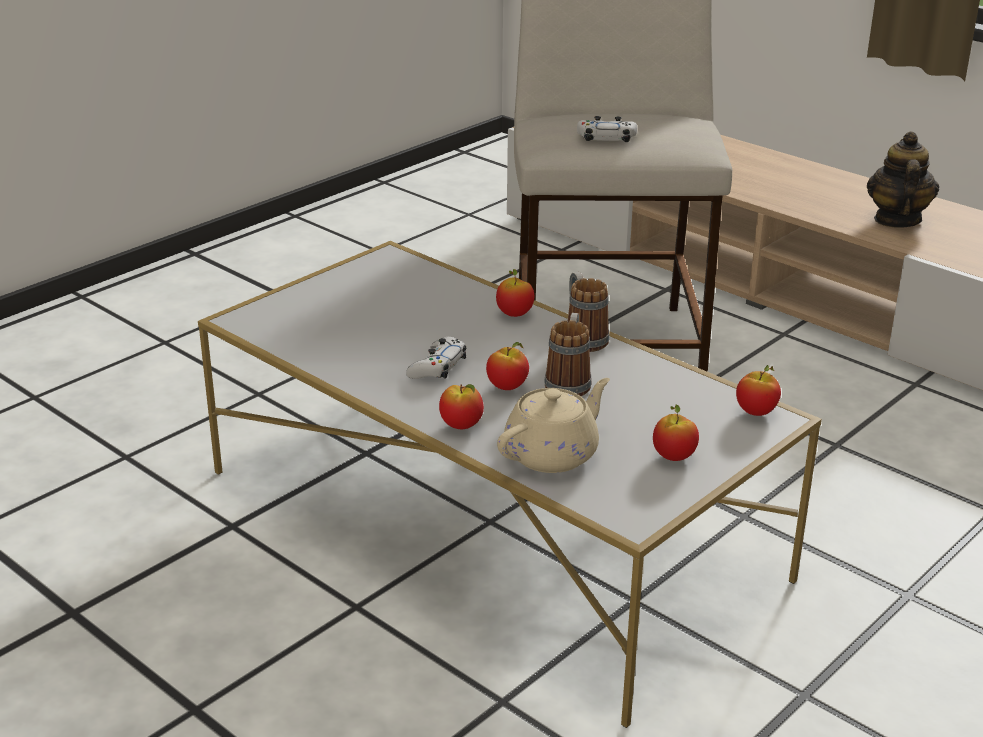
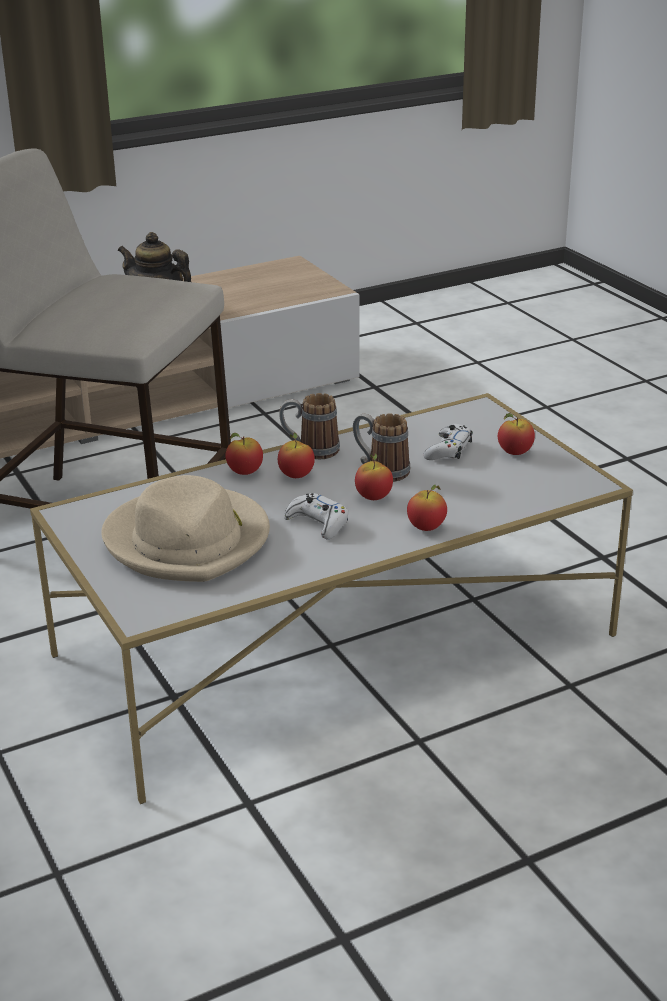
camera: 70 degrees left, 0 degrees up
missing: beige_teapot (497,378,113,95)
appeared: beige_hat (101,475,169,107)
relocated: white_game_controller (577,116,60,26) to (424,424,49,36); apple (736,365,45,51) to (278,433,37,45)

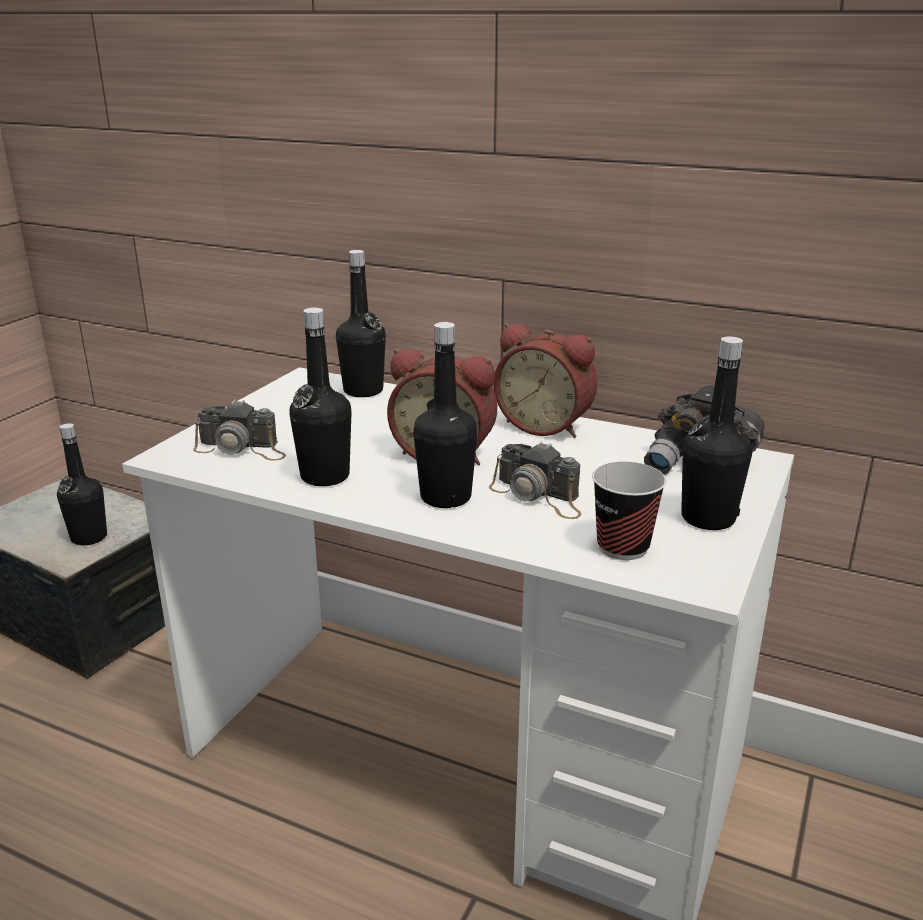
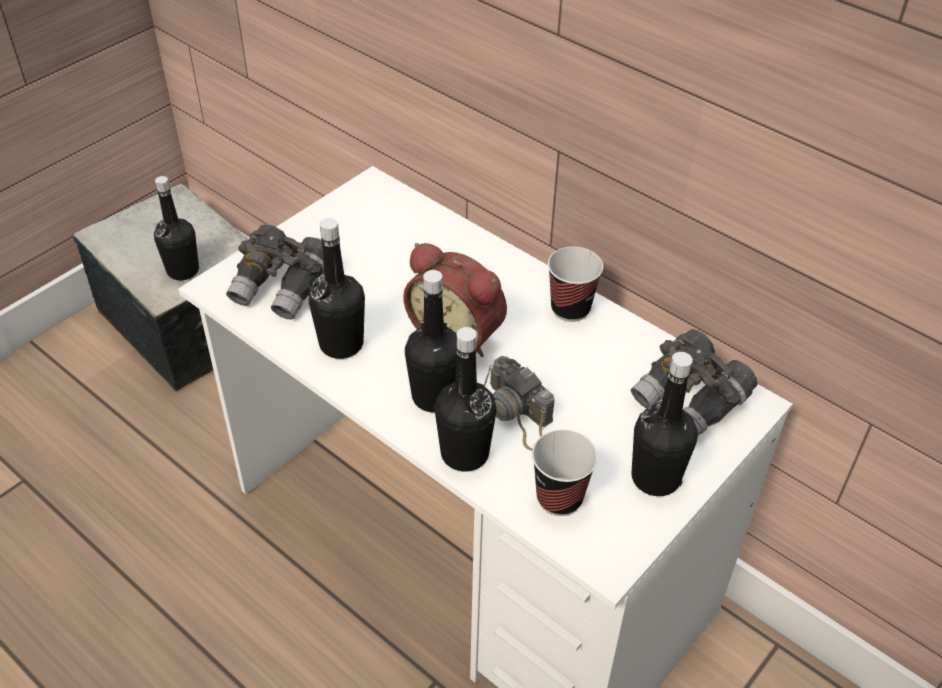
camera: 15 degrees right, 20 degrees up
relocated: black_bottle (336,250,50,147) to (435,327,61,144)
exchanged: alarm_clock (494,323,103,115) to cup (548,247,55,75); photo_camera (193,400,93,61) to grey_binoculars (226,224,98,96)

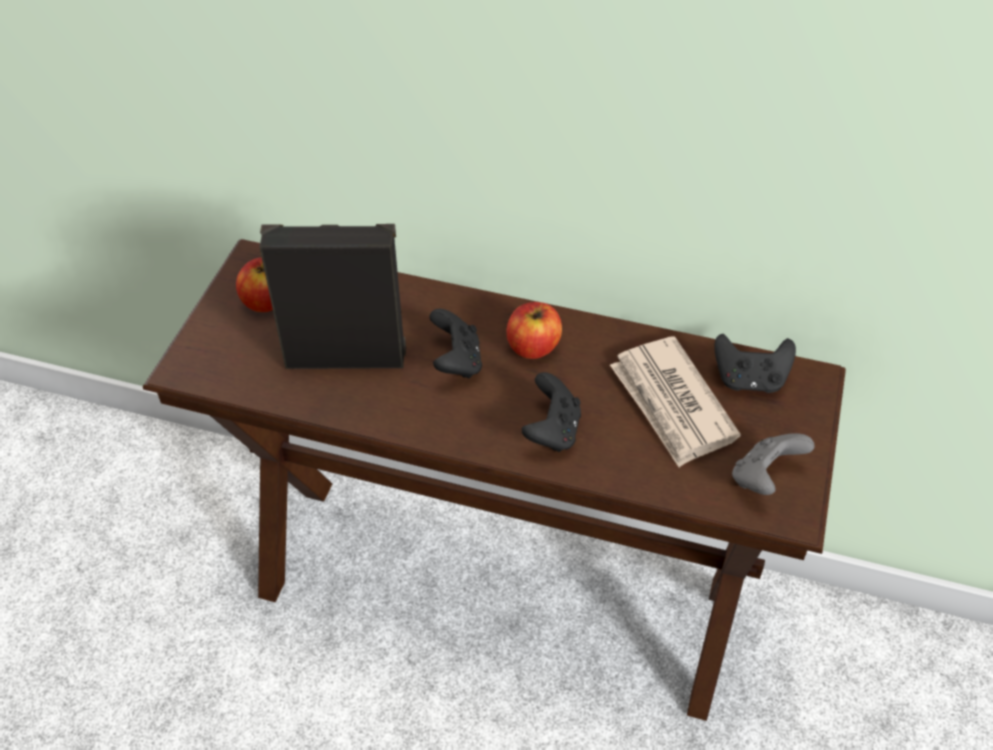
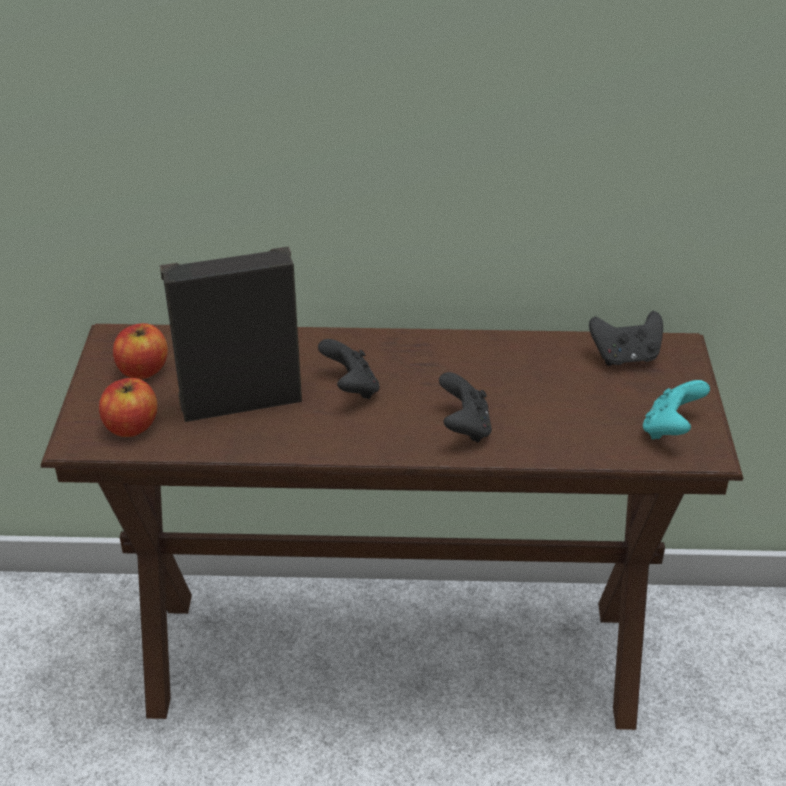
camera: 15 degrees left, 10 degrees down
missing: newspaper (610,336,131,131)
relocated: apple (507,302,55,57) to (99,378,58,59)
colour: grey_game_controller (732,433,83,62) to turquoise_game_controller (643,380,67,60)

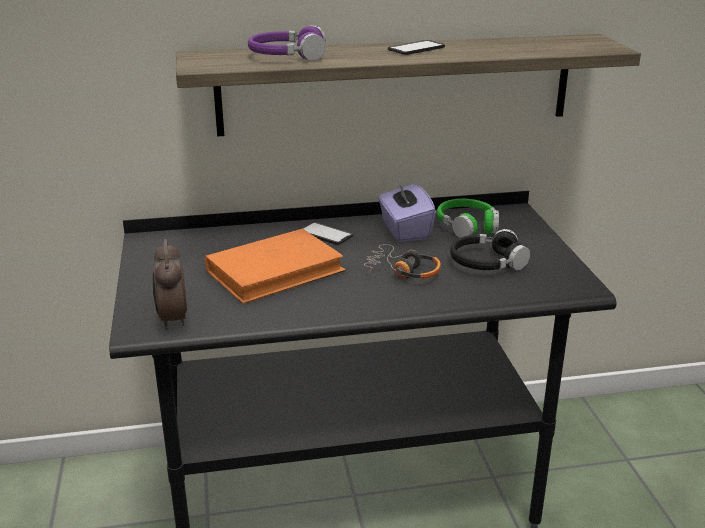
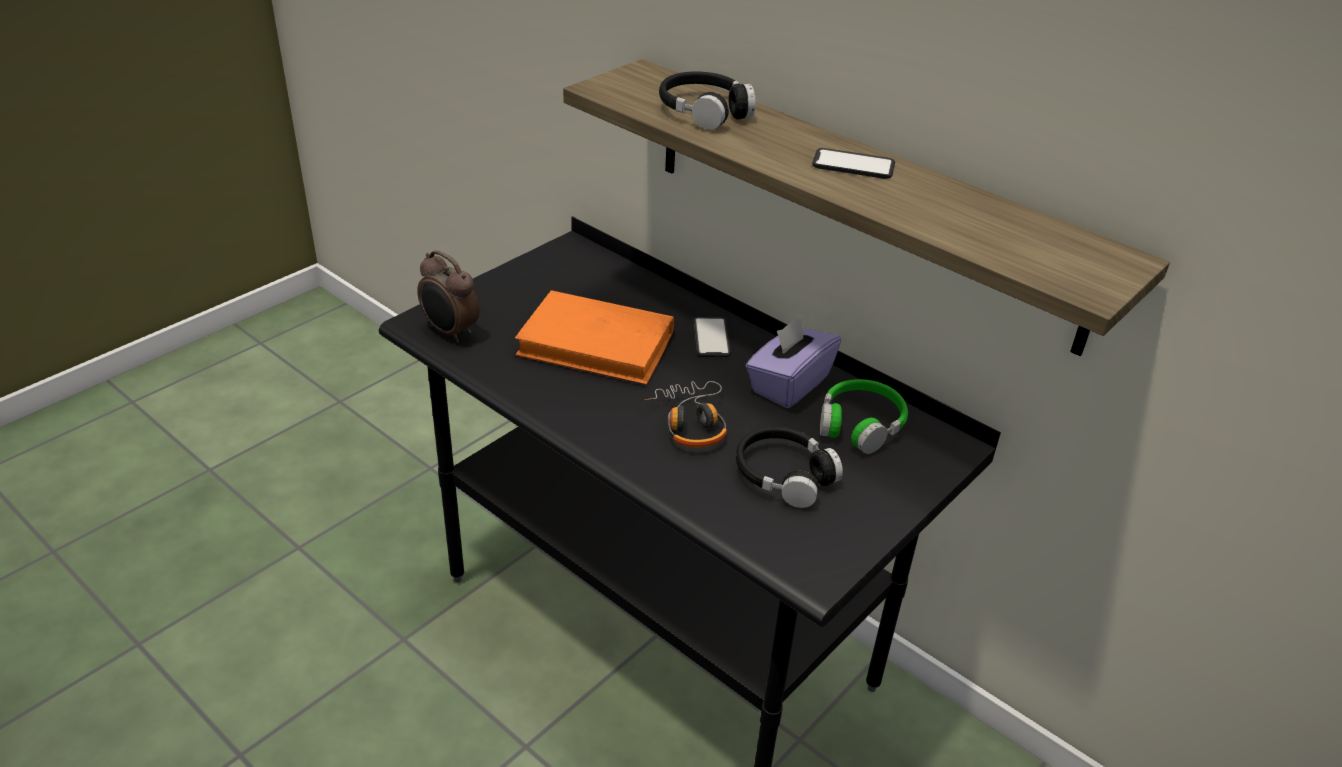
camera: 50 degrees right, 10 degrees up
colour: purple_headphones (248,25,78,36) to black_headphones (659,71,97,59)
spun: alarm_clock (153,239,34,91) = (417,250,63,93) 90 degrees counterclockwise

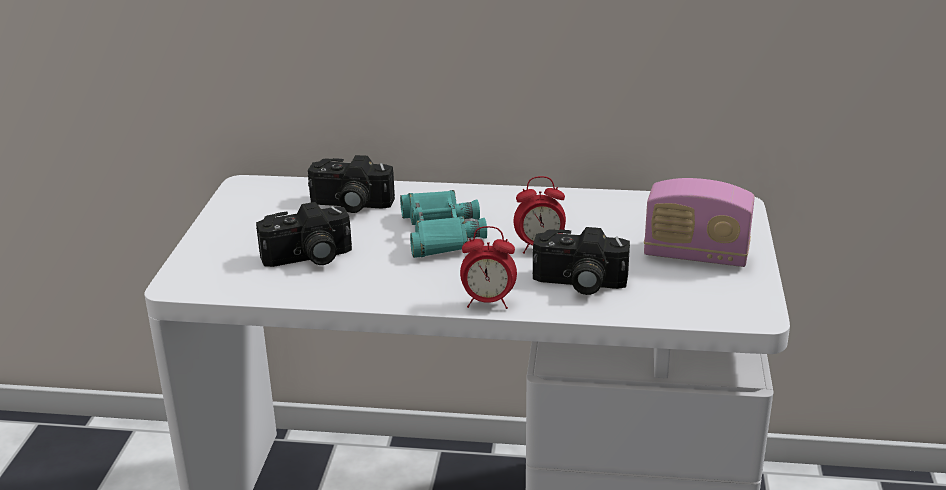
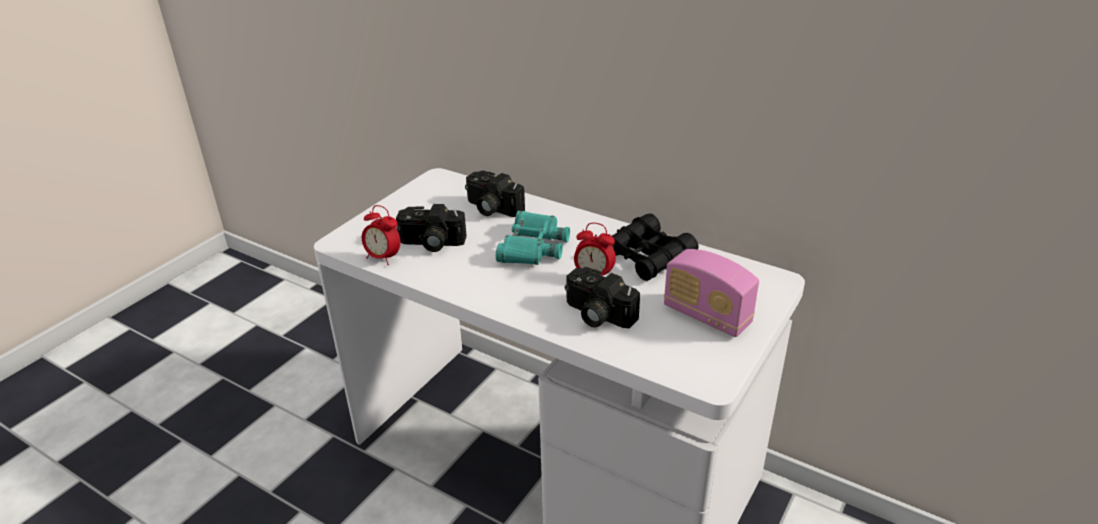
camera: 25 degrees right, 5 degrees up
appeared: black_binoculars (612,213,86,68)
relocated: alarm_clock (460,226,57,83) to (362,205,38,60)

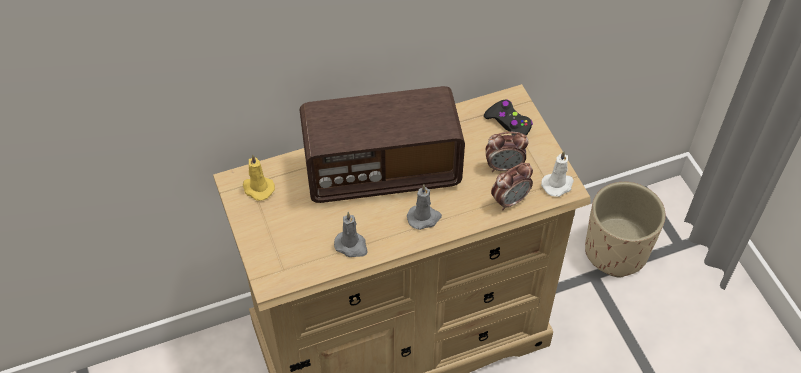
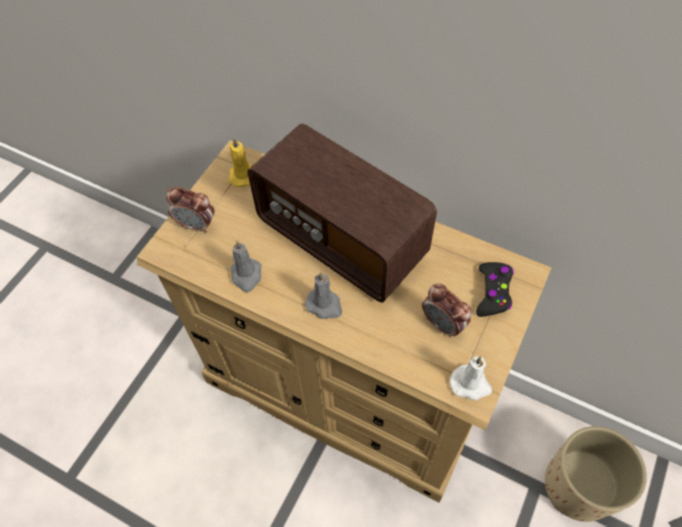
camera: 50 degrees right, 5 degrees up
relocated: alarm_clock (491,163,42,47) to (166,187,49,46)

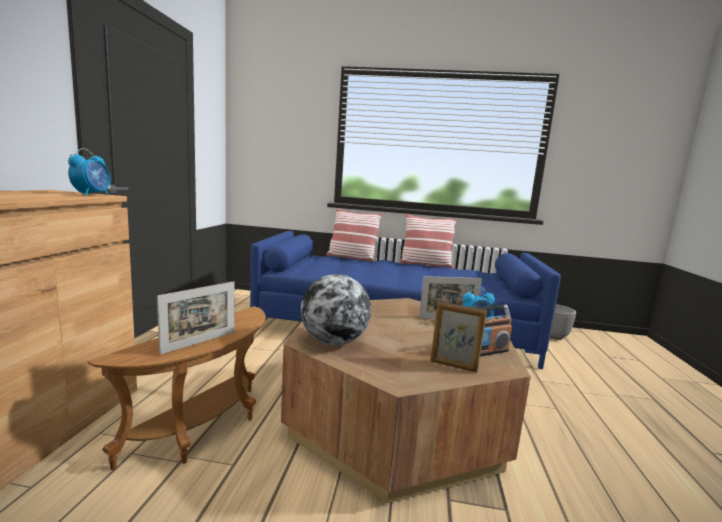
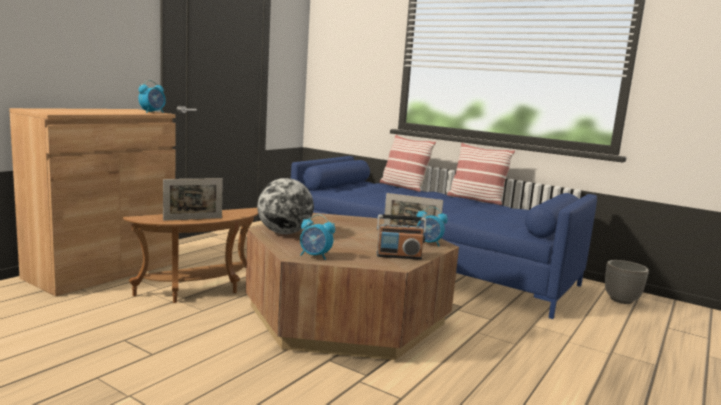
camera: 25 degrees right, 0 degrees up
missing: picture_frame (430,301,57,71)
appeared: alarm_clock (300,214,35,46)

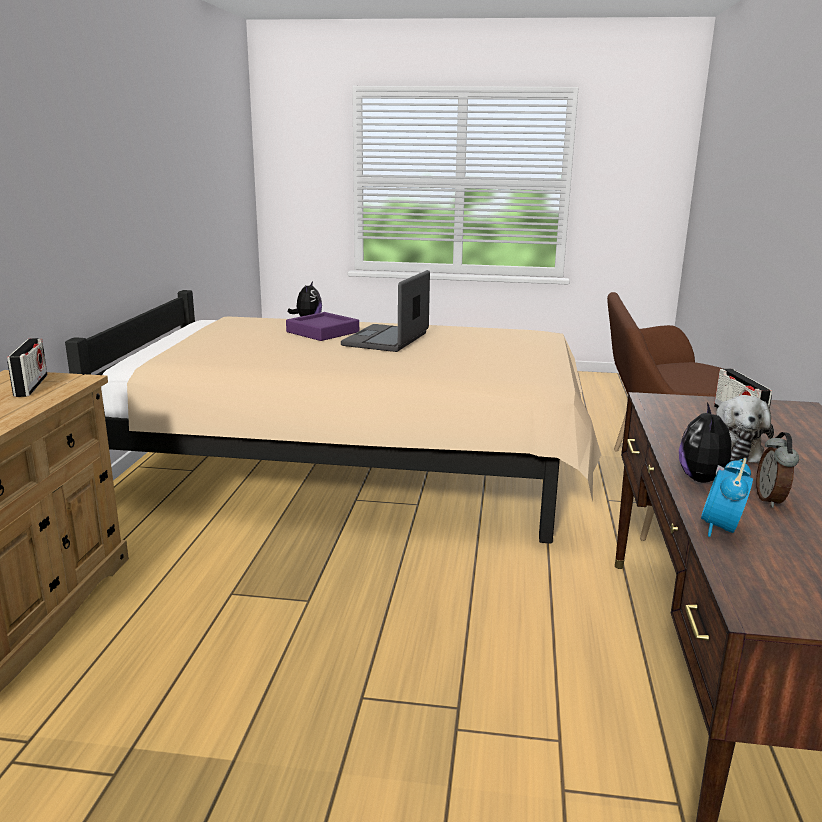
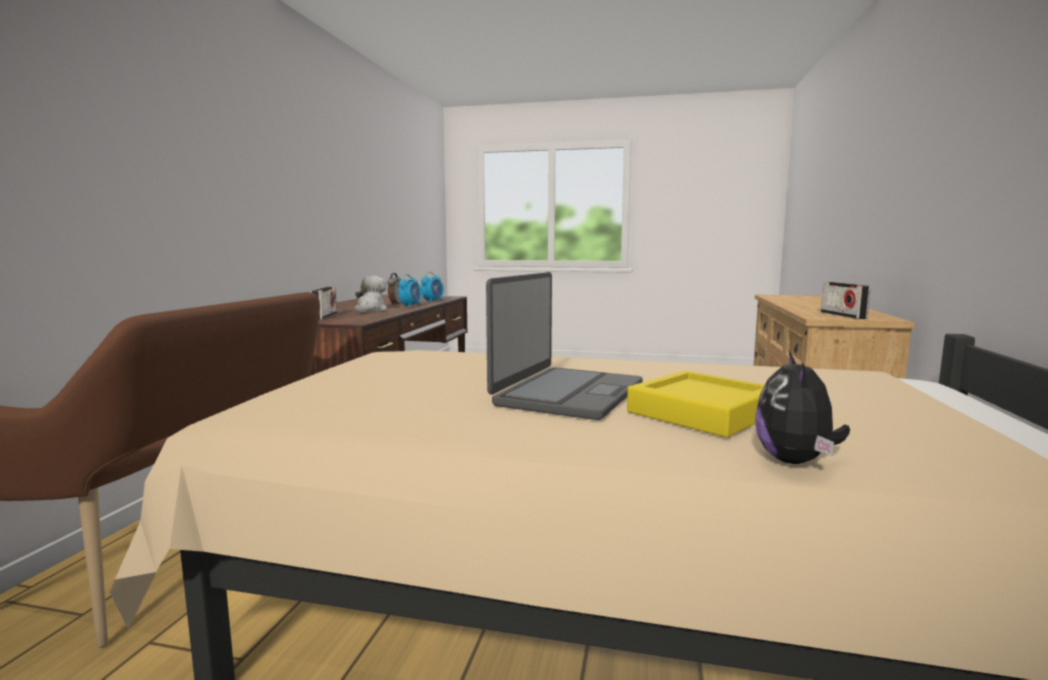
camera: 175 degrees left, 10 degrees down
exchanged: plush_toy (679,402,66,81) to alarm_clock (398,274,24,33)
colour: purple_tray (286,312,73,29) to yellow_tray (627,371,137,66)

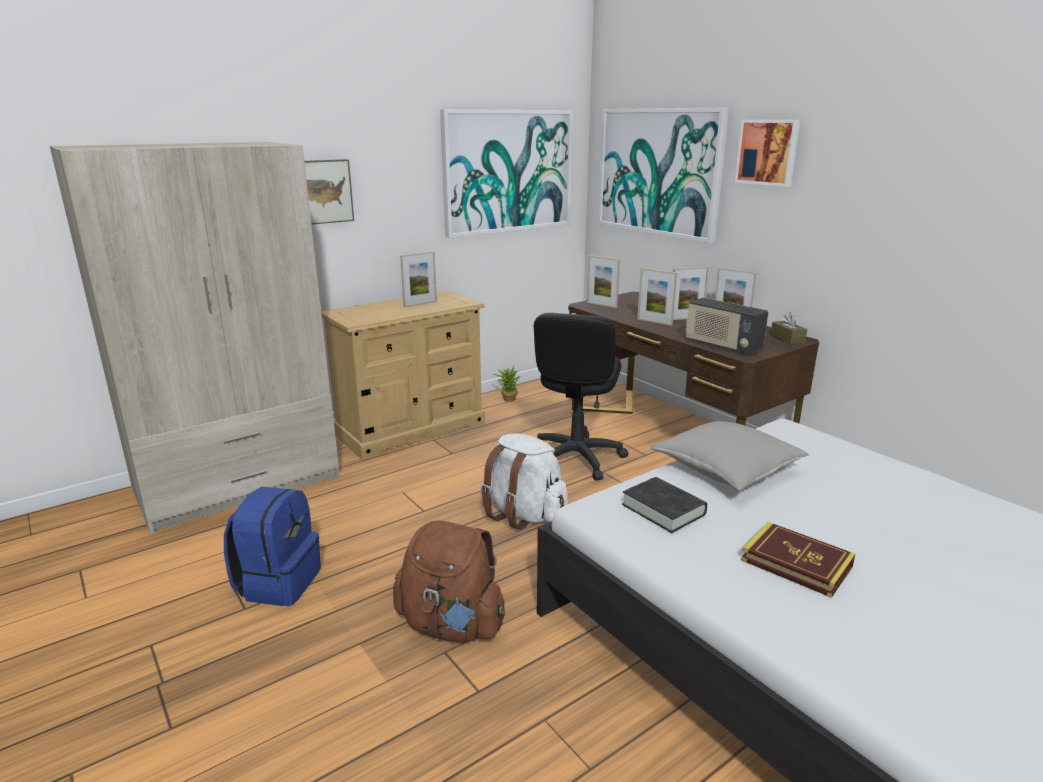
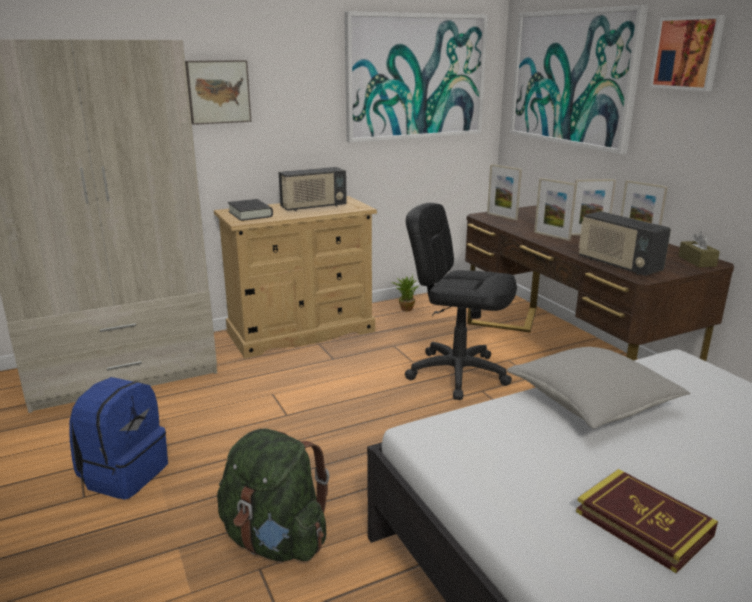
camera: 10 degrees right, 0 degrees up
missing: white_backpack (481,433,87,97)
relocated: black_book (622,477,85,56) to (228,199,45,22)
exchanged: picture_frame (400,251,37,56) to radio (279,167,68,44)
colour: brown_backpack (393,520,112,122) to green_backpack (217,428,112,133)
spun: black_office_chair (534,313,94,167) = (405,203,112,197) 90 degrees clockwise

